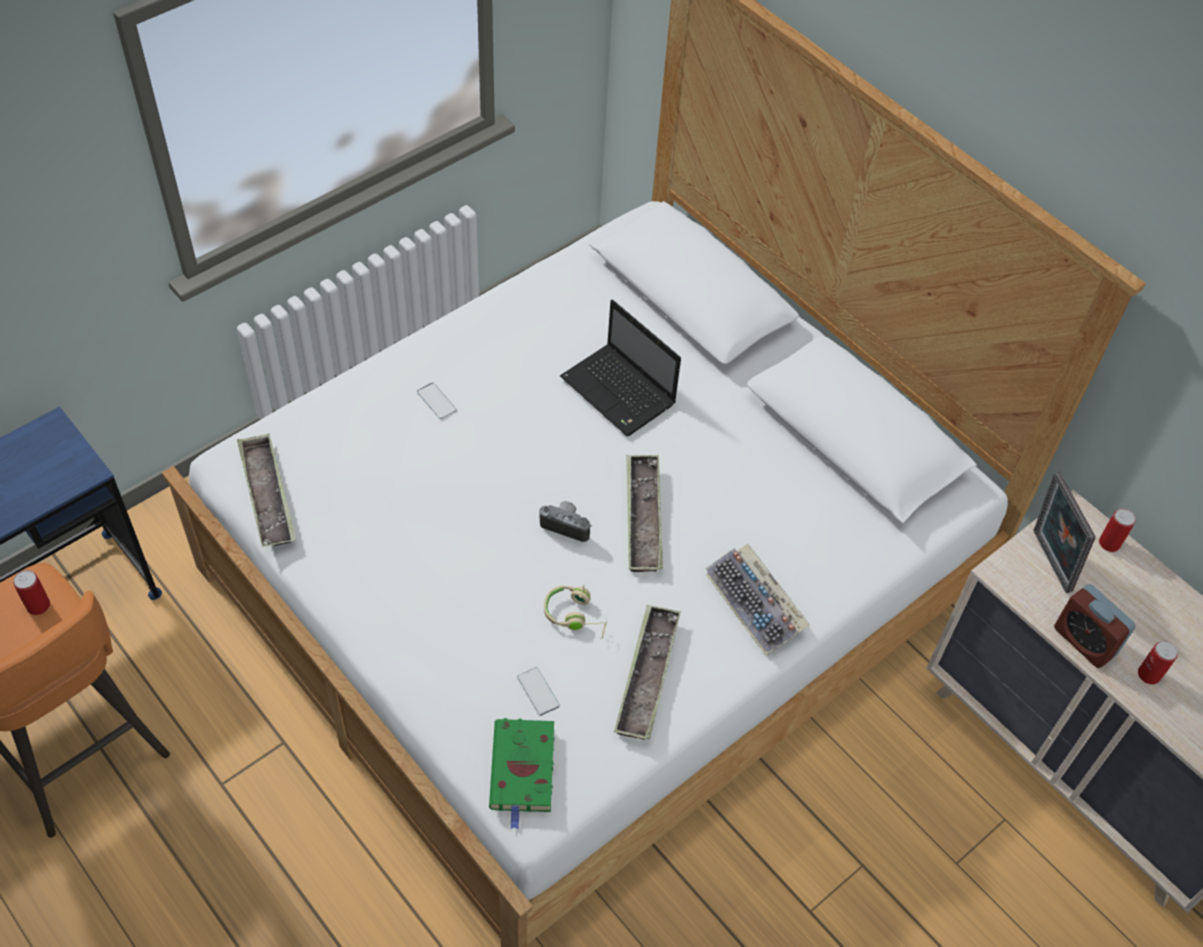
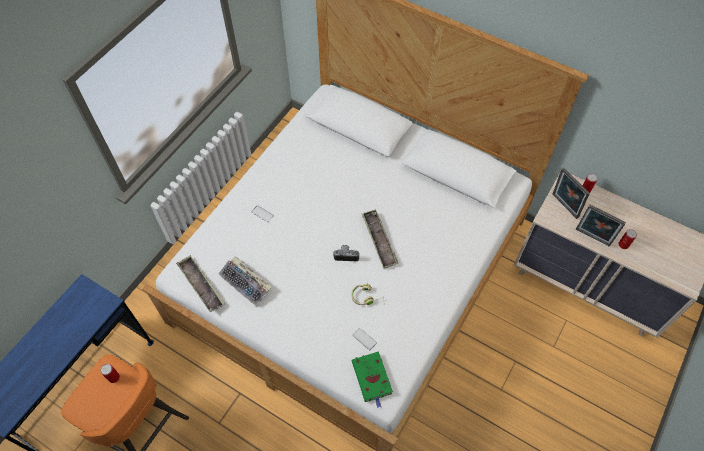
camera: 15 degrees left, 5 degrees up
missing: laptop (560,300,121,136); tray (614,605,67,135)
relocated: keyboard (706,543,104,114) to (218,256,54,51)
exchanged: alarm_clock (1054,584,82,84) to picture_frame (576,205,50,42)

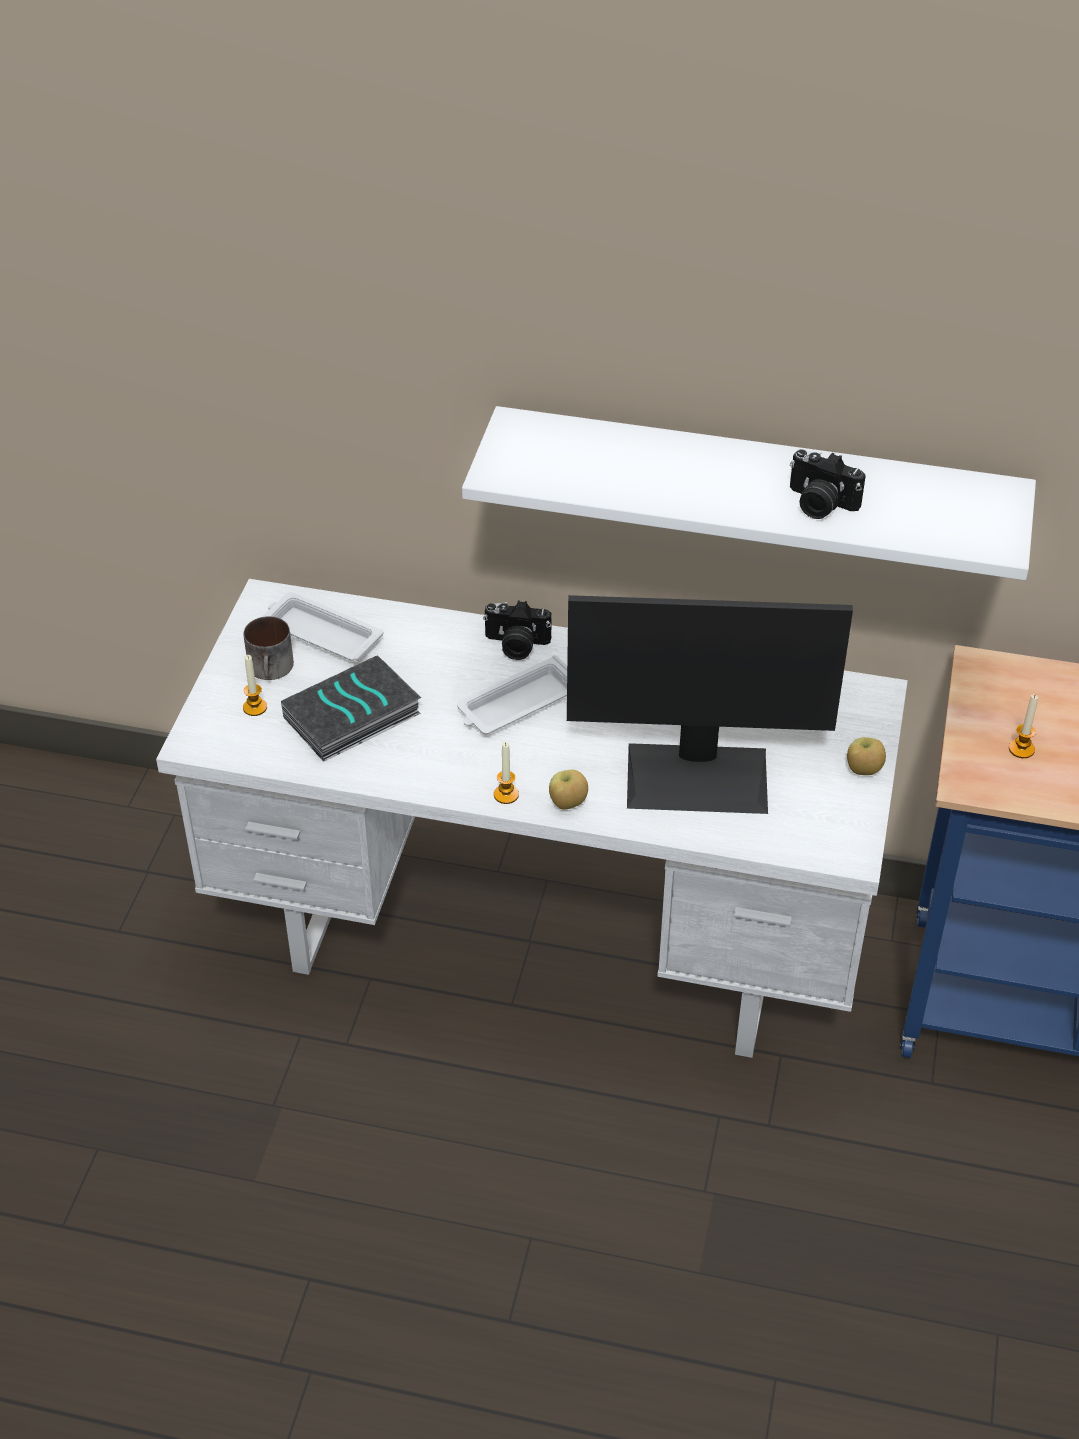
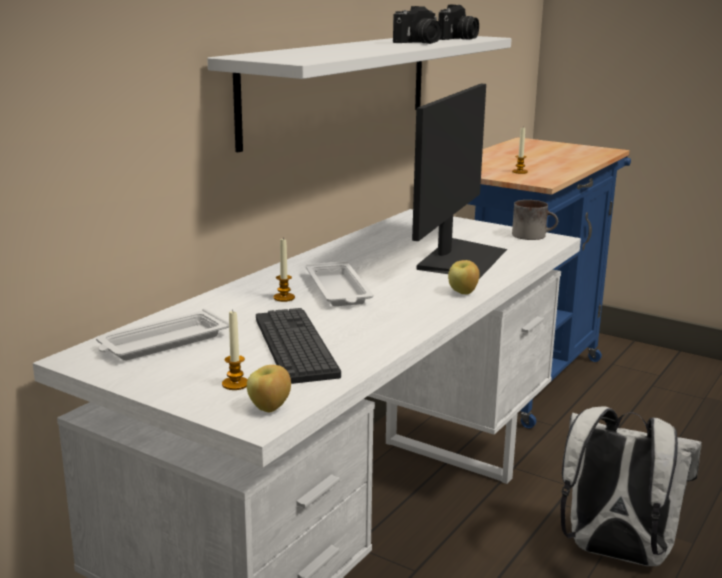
camera: 70 degrees left, 25 degrees down
appeared: white_backpack (560,407,142,159)
relocated: photo_camera (483,600,69,60) to (438,5,41,35); mug (244,616,50,64) to (512,200,46,40); apple (847,737,39,38) to (247,365,44,47); candle (494,742,25,62) to (273,239,22,63)
exchanged: book (281,655,140,107) to keyboard (256,308,85,76)

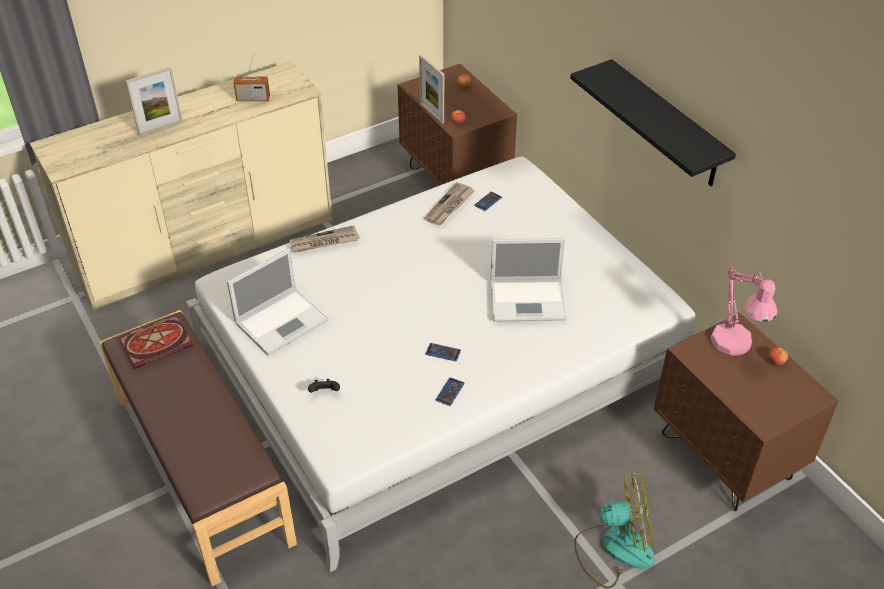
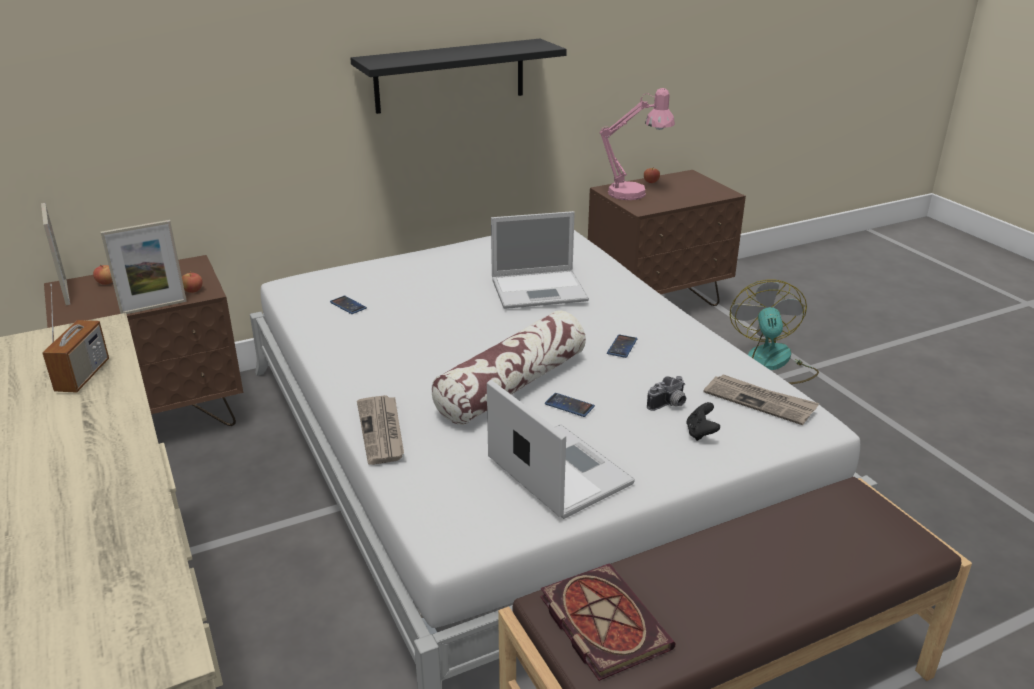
camera: 85 degrees left, 15 degrees down
appeared: pillow (432,310,154,115); photo_camera (647,376,39,35)
relocated: picture_frame (125,67,58,69) to (41,203,29,102); newspaper (424,182,50,43) to (704,374,115,51); phone (436,377,28,29) to (545,393,50,24)
spun: laptop (490,238,76,83) = (491,211,98,98) 75 degrees clockwise

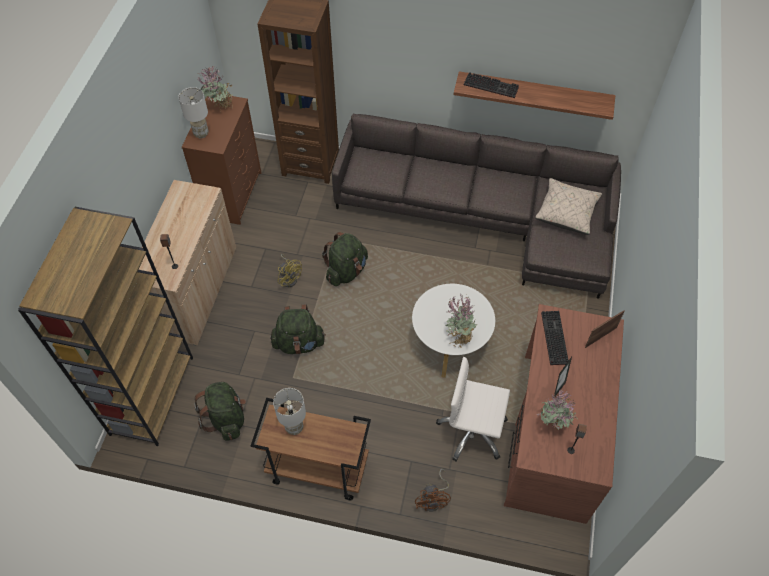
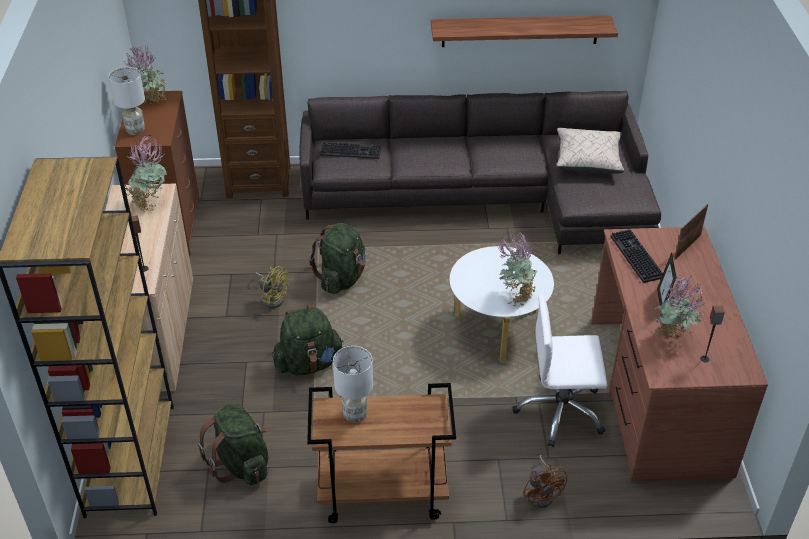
camera: 15 degrees left, 15 degrees down
appeared: potted_plant (124,135,43,77)
relocated: keyboard (464,72,55,26) to (320,142,61,17)

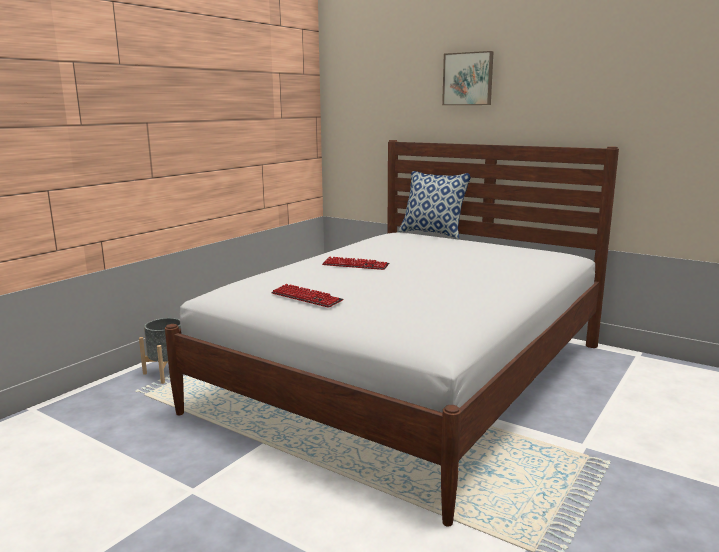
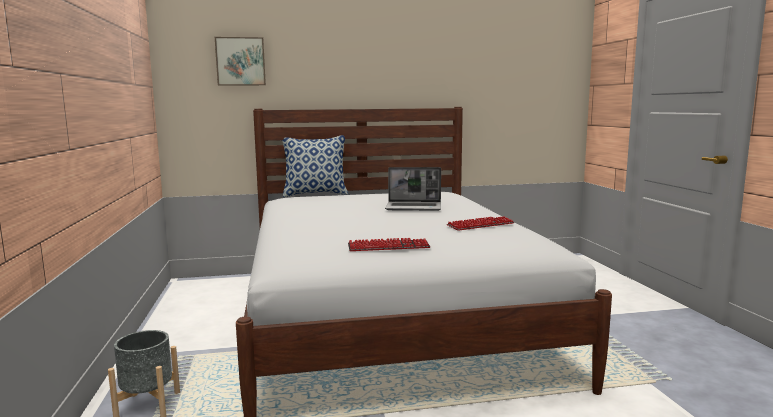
camera: 45 degrees left, 5 degrees down
appeared: laptop (385,167,56,44)
relocated: picture (442,51,52,54) to (215,37,51,48); keyboard (322,256,67,14) to (447,216,67,15)

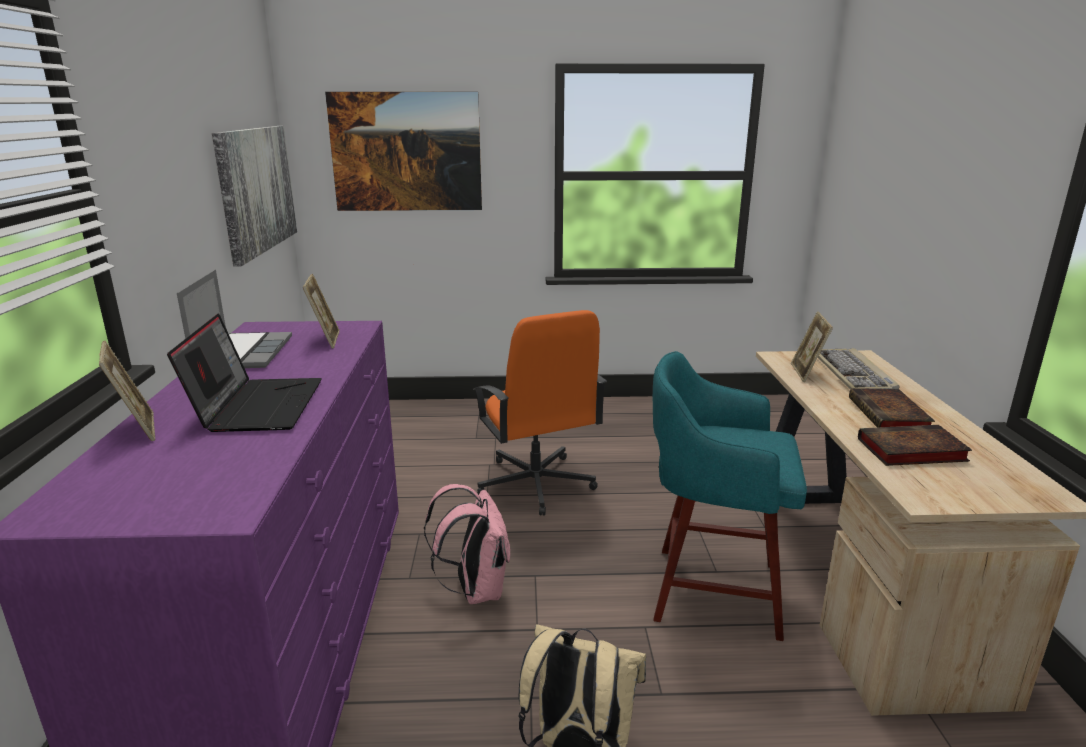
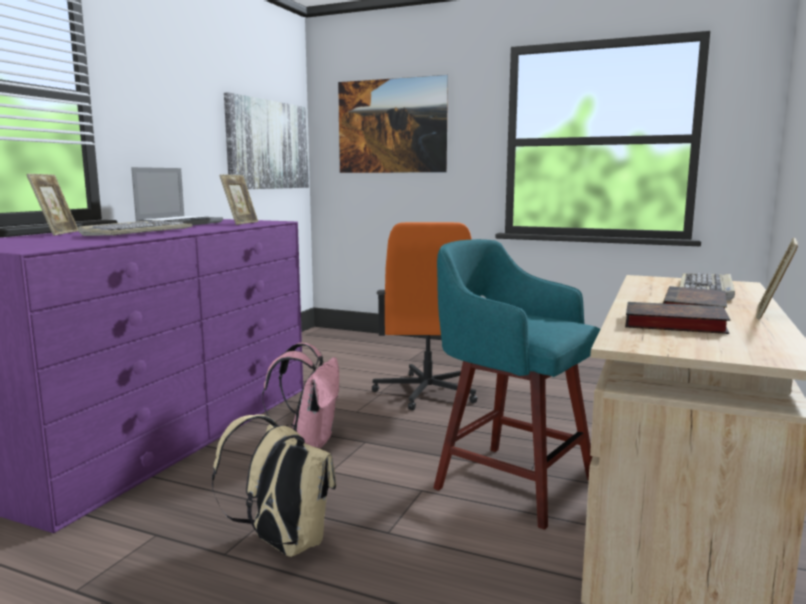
camera: 25 degrees right, 10 degrees down
relocated: picture_frame (791,311,42,71) to (756,237,42,82)
exchanged: laptop (167,314,155,118) to keyboard (78,220,114,16)

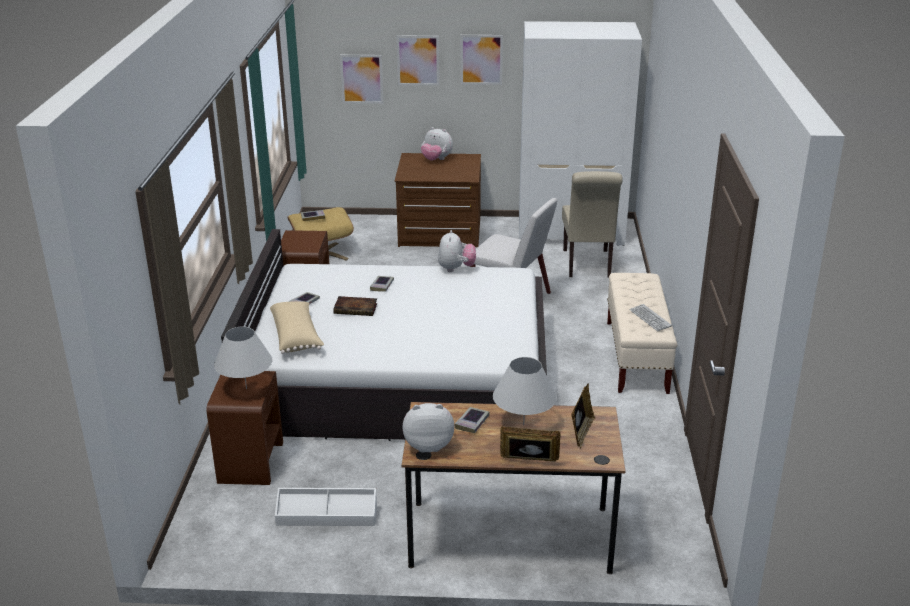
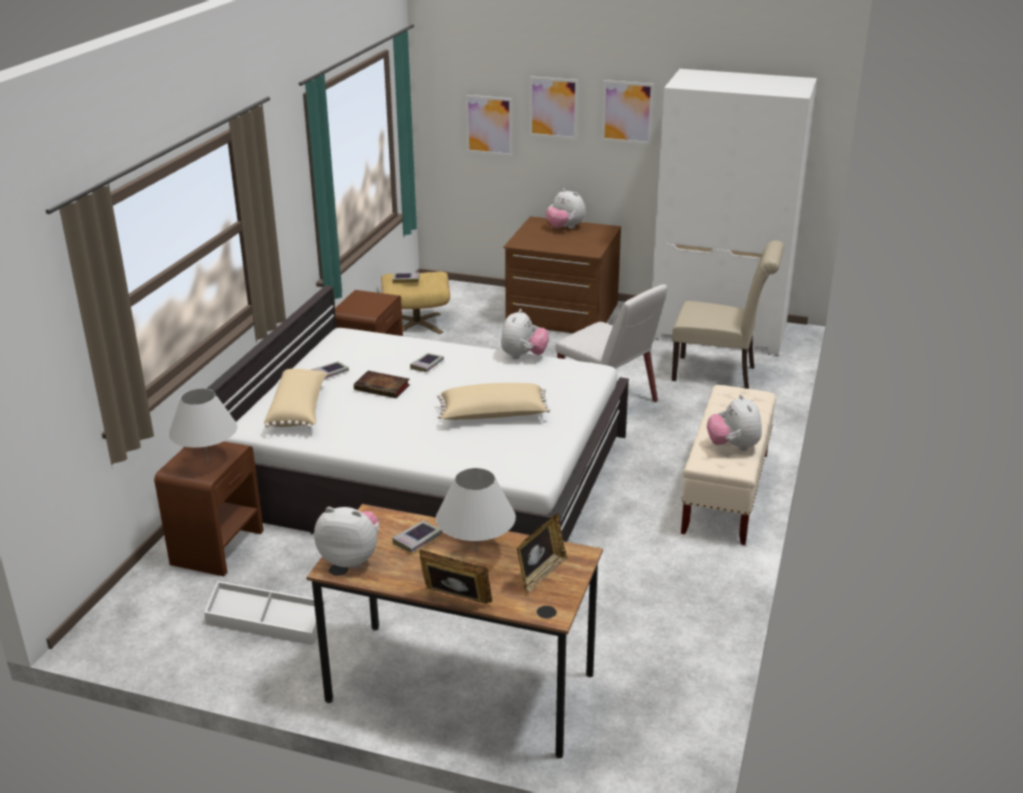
camera: 15 degrees right, 0 degrees up
appeared: beige_pillow (437,383,113,37)
exchanged: keyboard (629,304,43,27) to plush_toy (707,395,55,56)
spun: beige_chair (562,171,61,107) = (672,240,112,149) 90 degrees counterclockwise

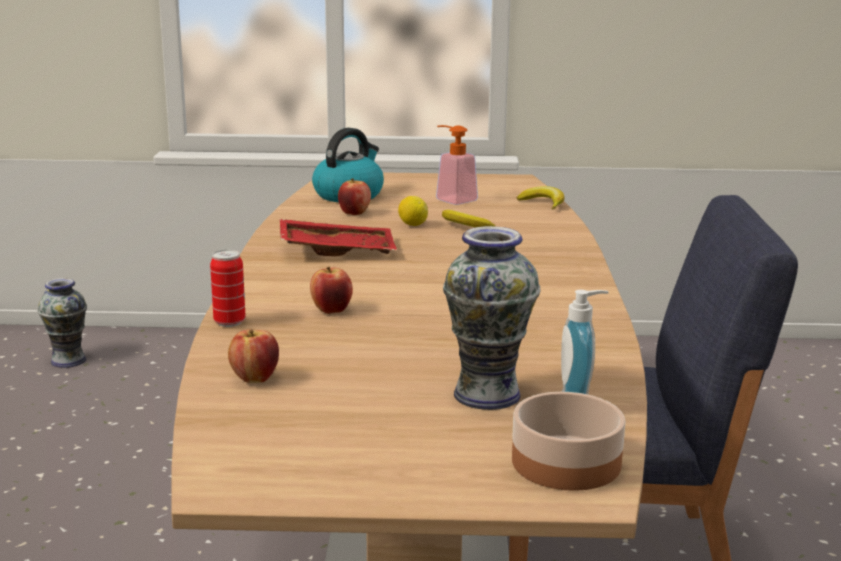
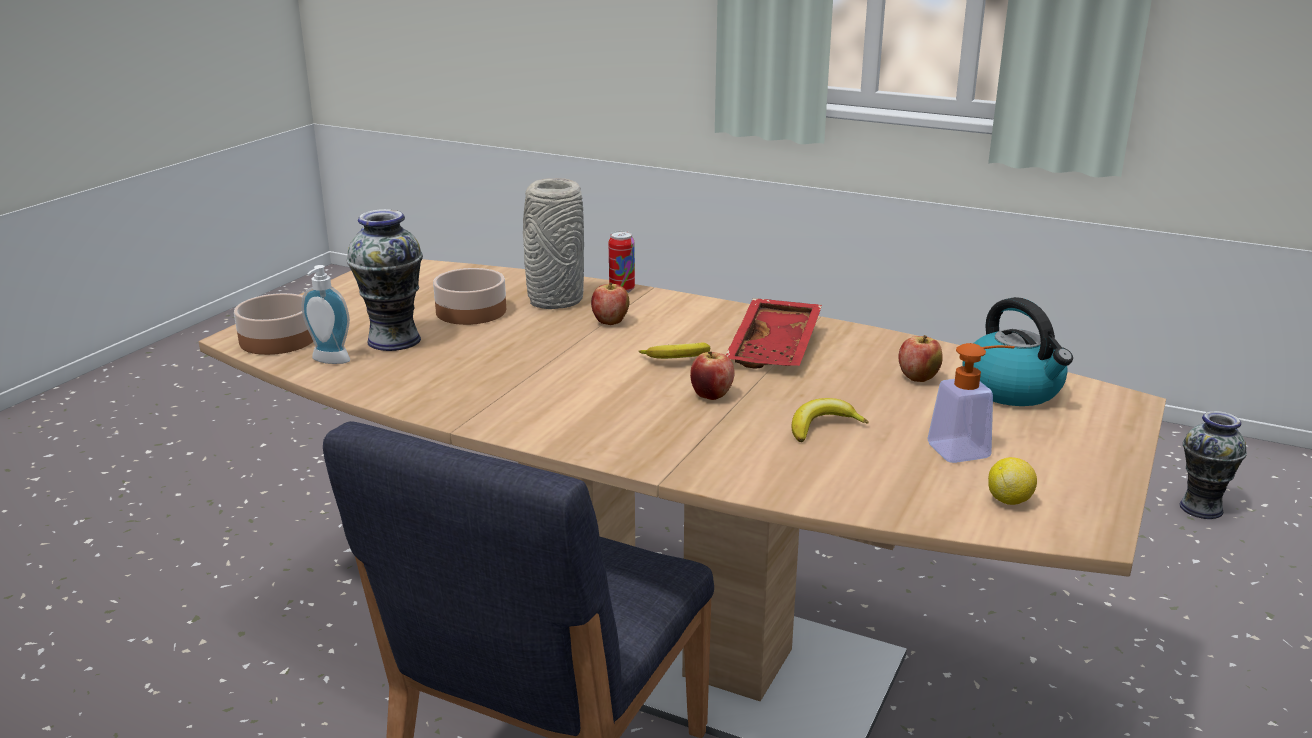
camera: 115 degrees right, 5 degrees up
appeared: grey_vase (523,178,61,131); bowl (433,268,73,57)
relocated: banana (517,186,47,23) to (639,343,71,16); lemon (398,196,30,30) to (988,457,49,48); apple (228,329,51,54) to (690,351,45,49)

